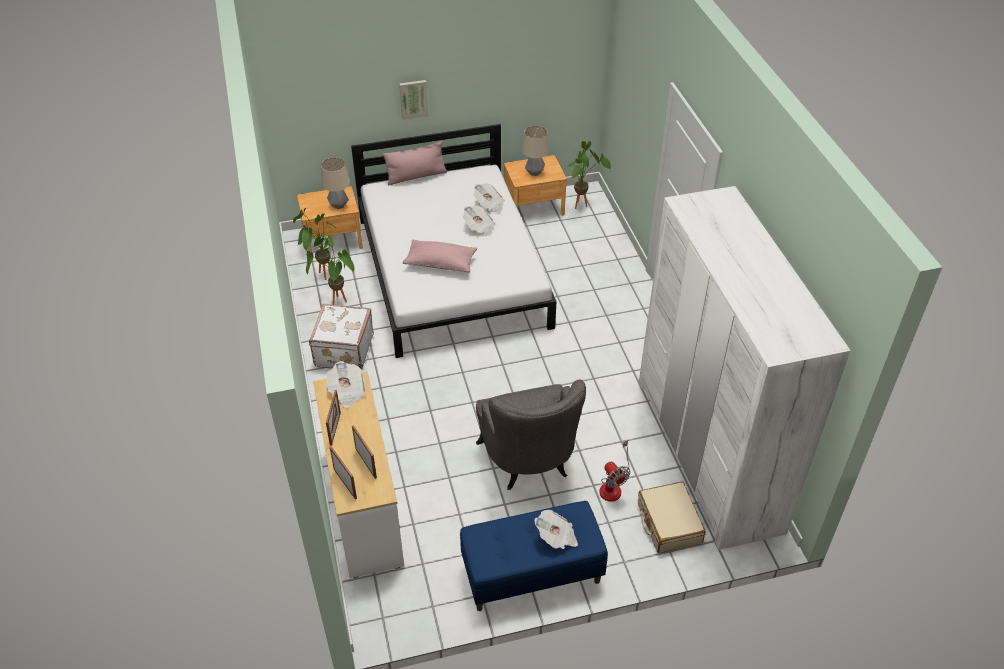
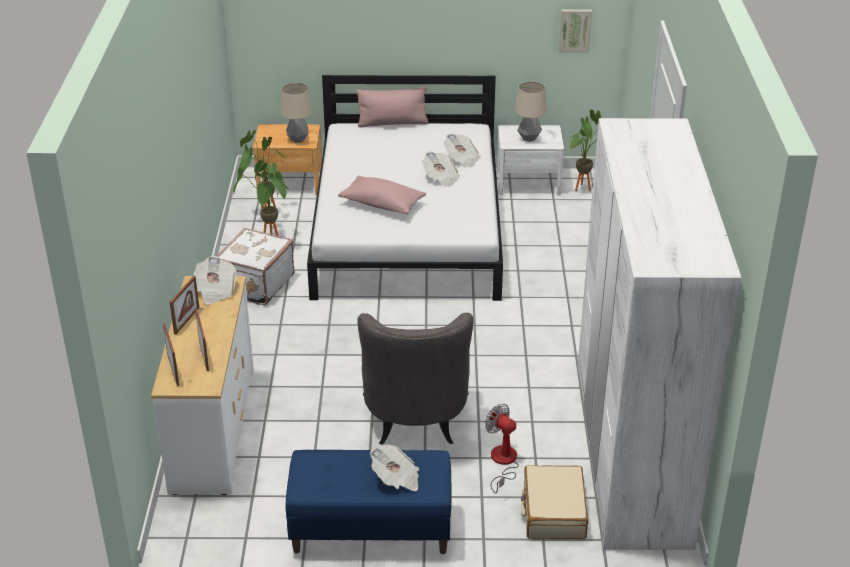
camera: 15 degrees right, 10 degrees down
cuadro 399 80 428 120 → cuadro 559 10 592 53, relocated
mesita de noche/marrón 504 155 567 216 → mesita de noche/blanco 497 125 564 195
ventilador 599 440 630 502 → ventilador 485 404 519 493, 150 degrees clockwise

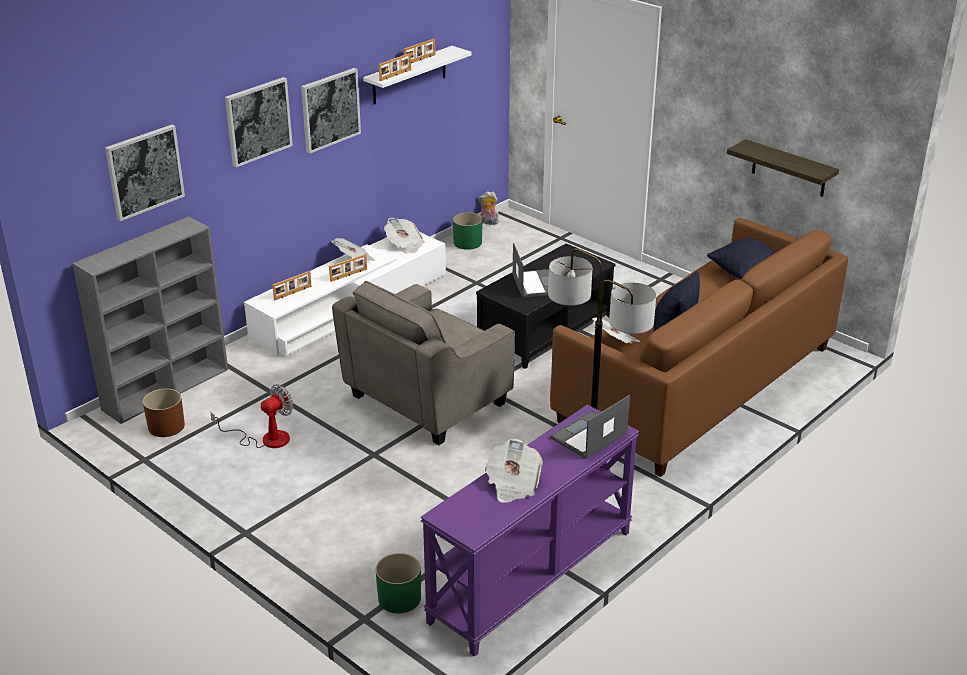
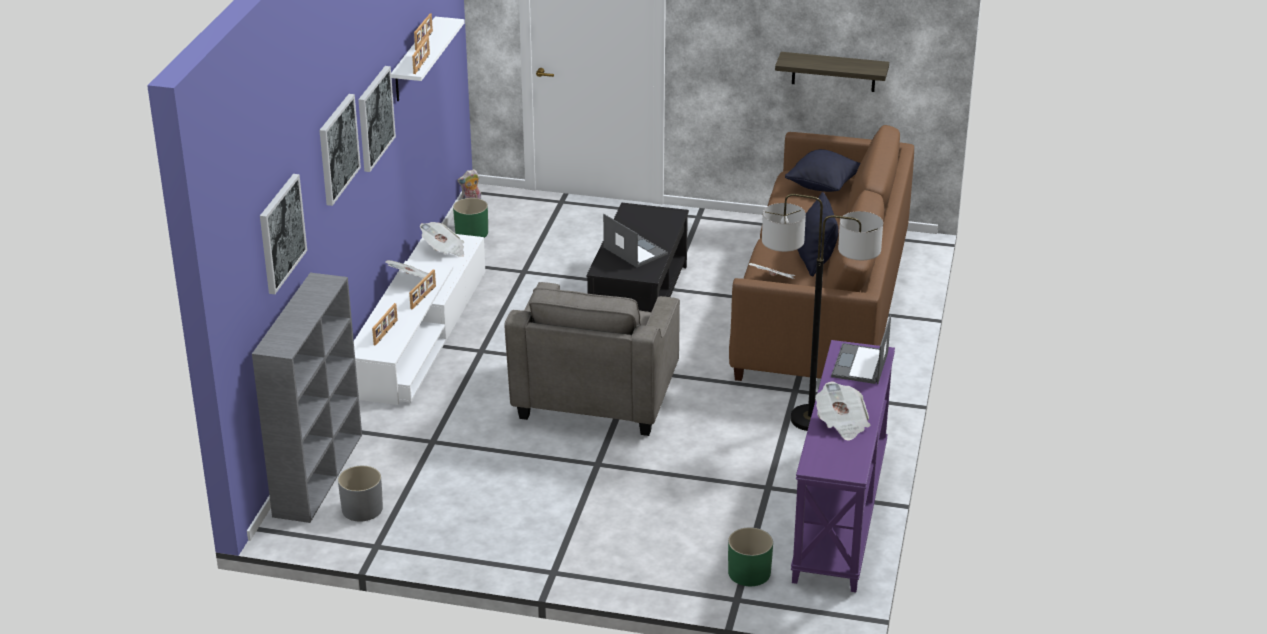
camera: 30 degrees left, 0 degrees up
ventilador 210 384 294 448 → -
maceta/marrón 143 388 185 437 → maceta/gris 338 466 383 522

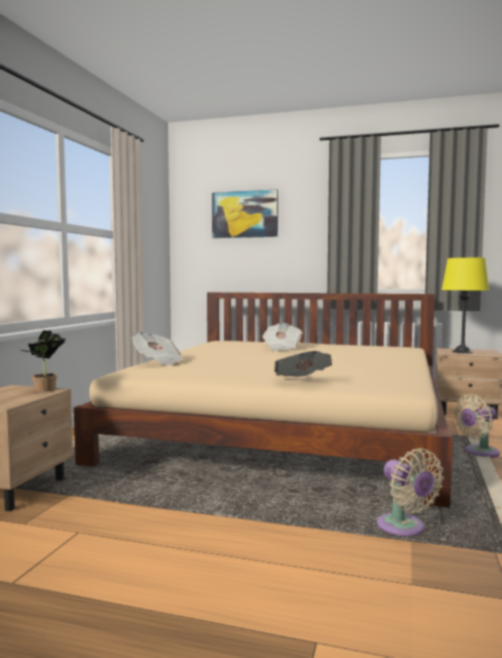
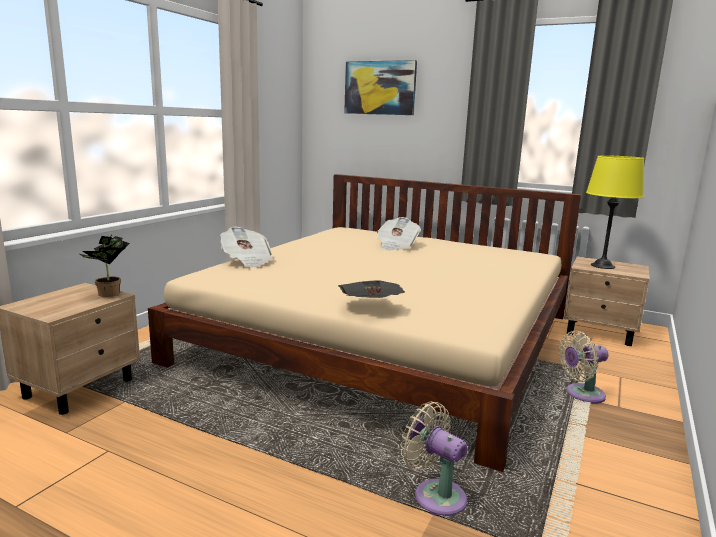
camera: 10 degrees right, 10 degrees up
ventilador/beis 377 448 444 536 → ventilador/beis 400 402 467 516, 150 degrees clockwise

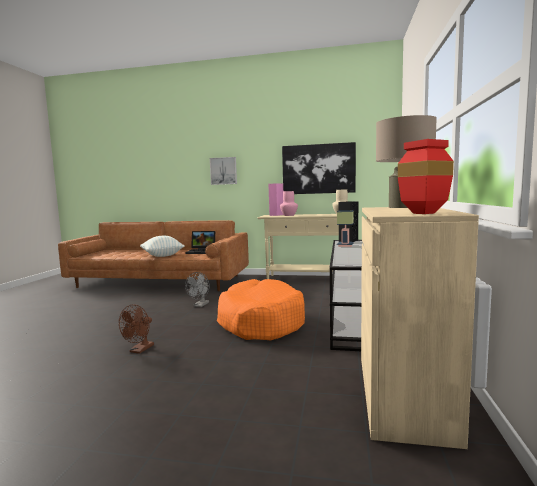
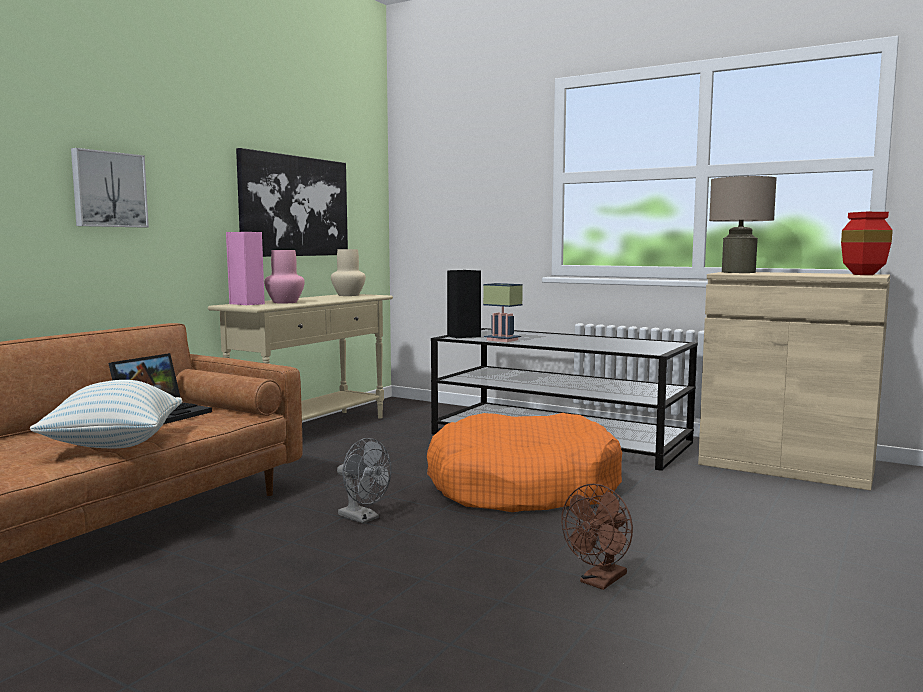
camera: 70 degrees left, 0 degrees up
ventilador/marrón 119 304 154 354 → ventilador/marrón 561 484 633 590, 90 degrees clockwise

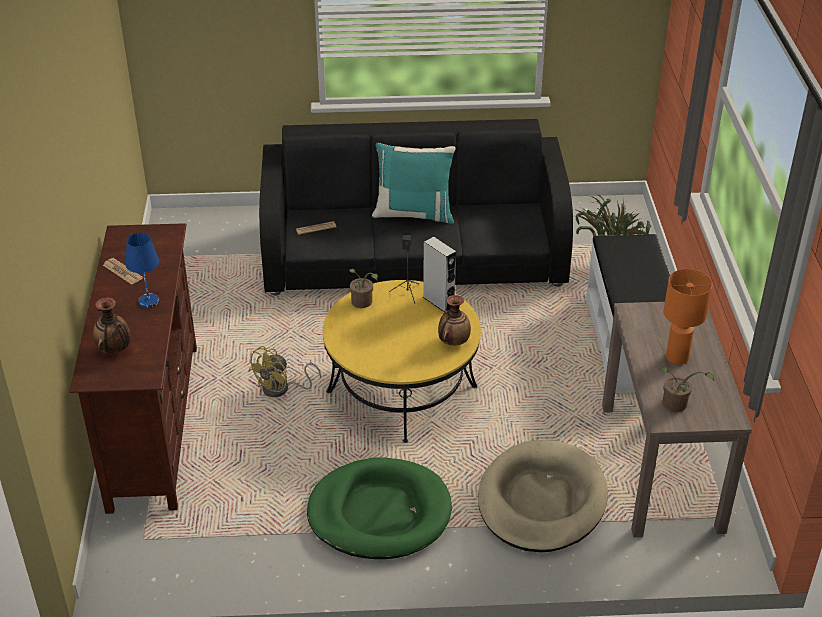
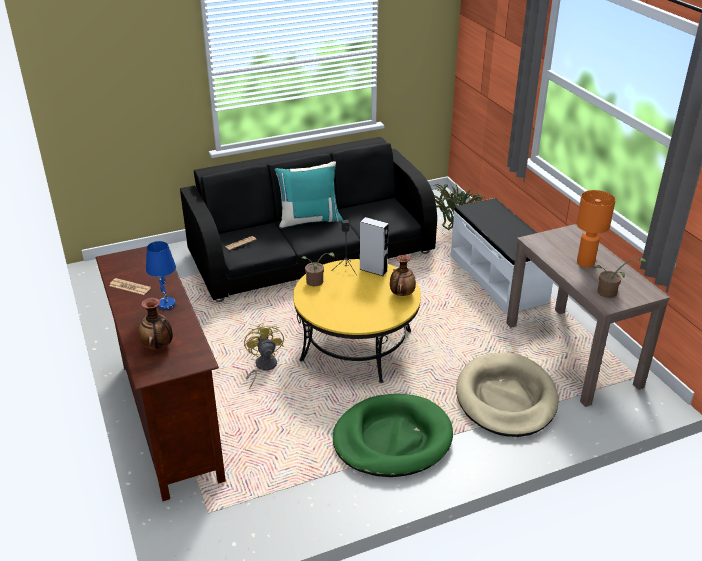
camera: 20 degrees left, 5 degrees down
ventilador/amarillo 248 346 321 397 → ventilador/amarillo 244 323 284 389, 150 degrees clockwise

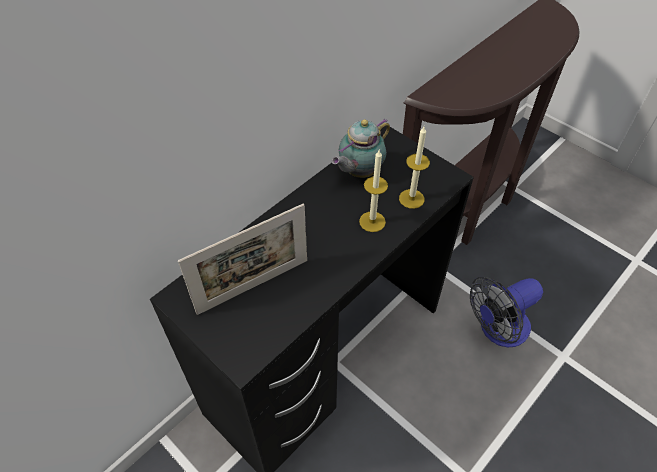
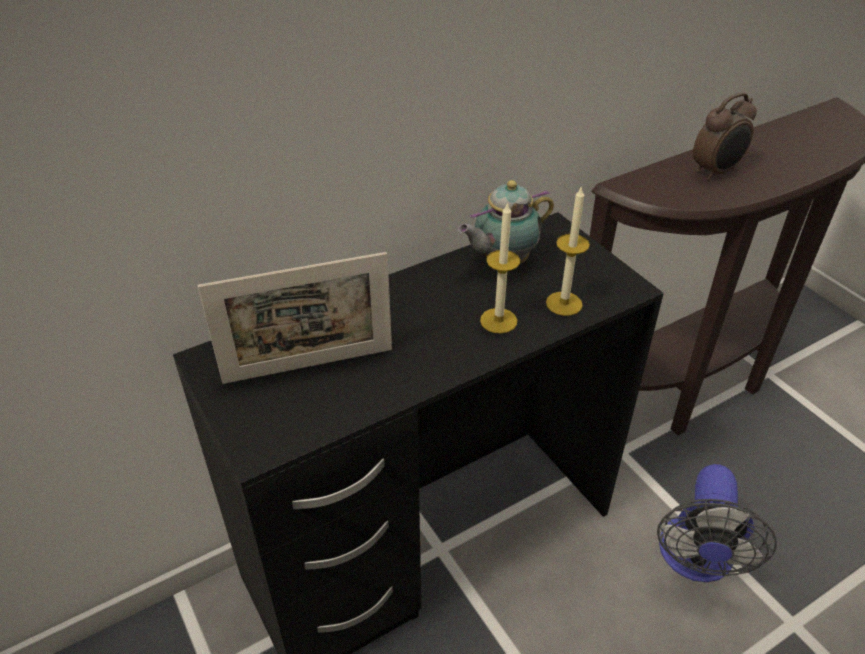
camera: 15 degrees right, 10 degrees down
- → despertador 693 92 757 180
ventilador 470 277 543 347 → ventilador 657 464 777 582, 60 degrees counterclockwise

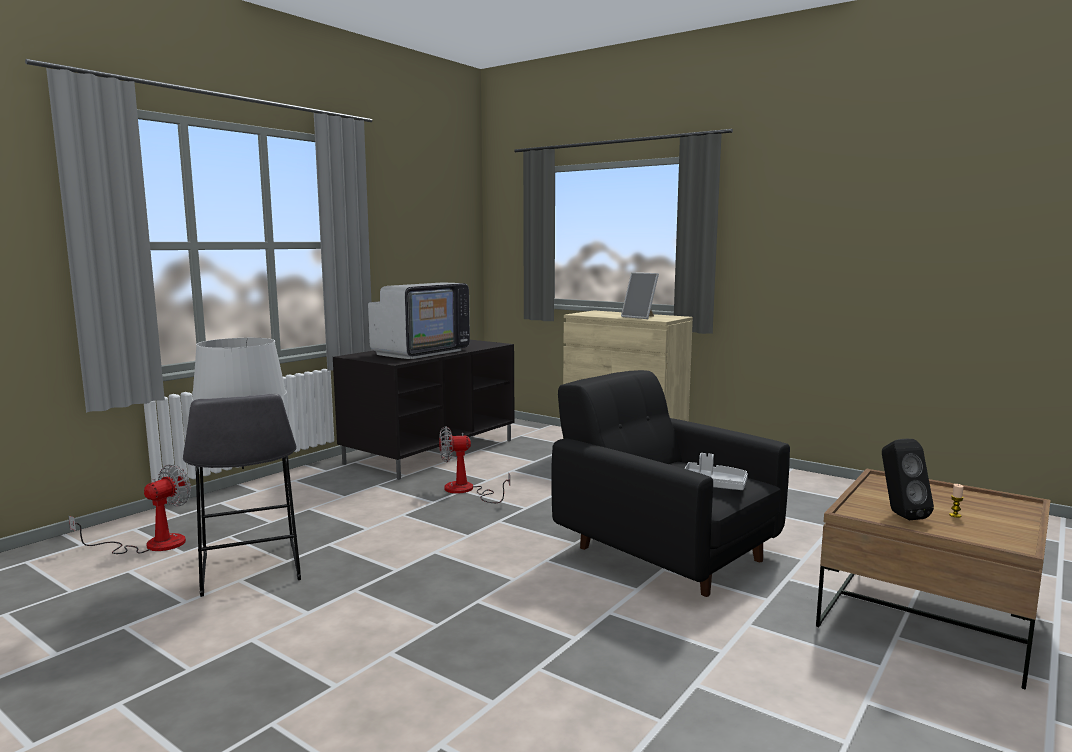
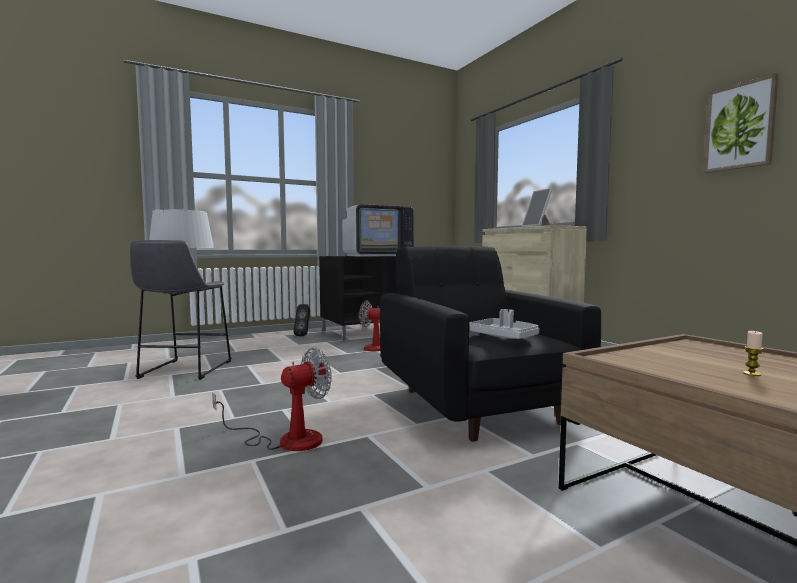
camera: 25 degrees right, 5 degrees down
- → cuadro 703 73 779 173
ventilador 68 464 191 554 → ventilador 212 348 332 451, relocated
altavoz/negro 882 439 934 520 → altavoz/negro 293 304 310 336, relocated

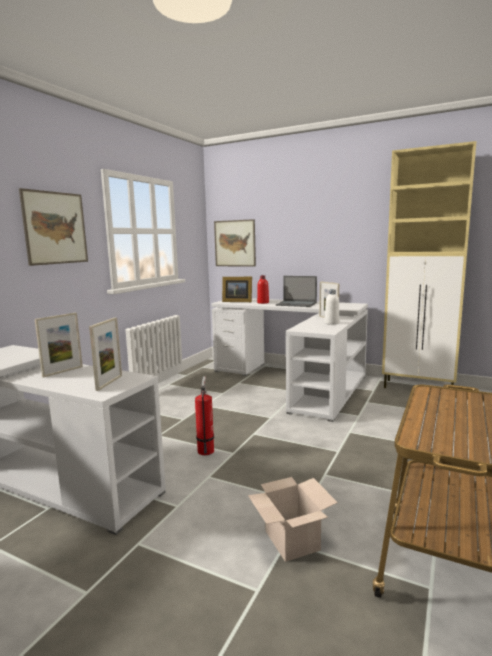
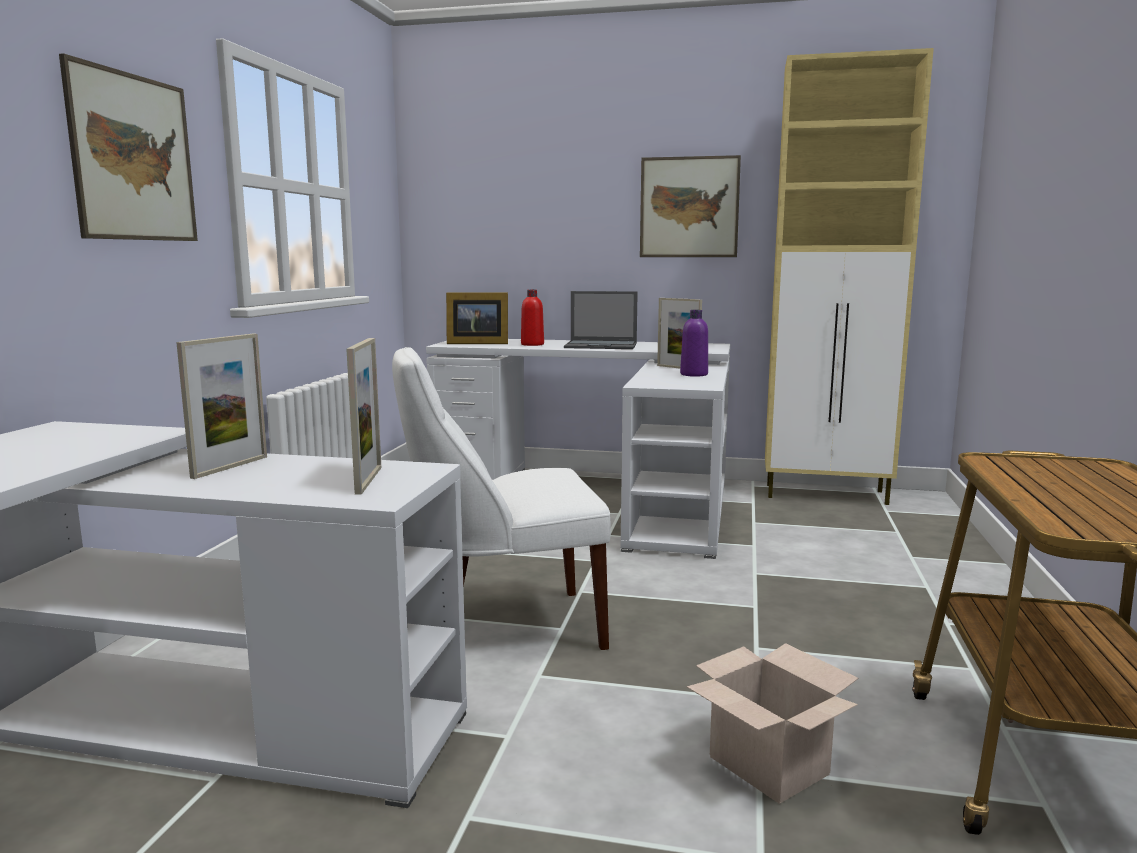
camera: 15 degrees left, 0 degrees up
cuadro 214 219 256 267 → cuadro 640 155 741 257, relocated
extintor 195 376 214 455 → silla/blanco 392 347 611 650
botella/blanco 325 289 339 325 → botella/morado 680 310 708 377

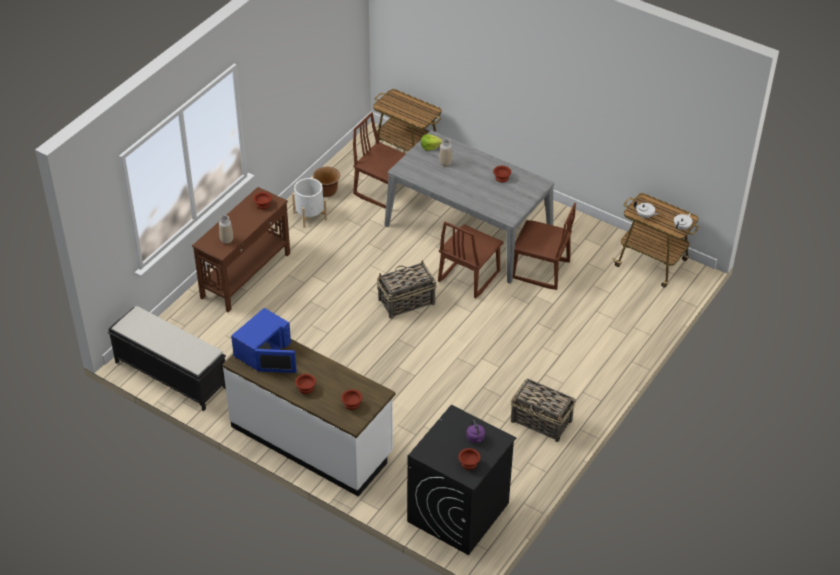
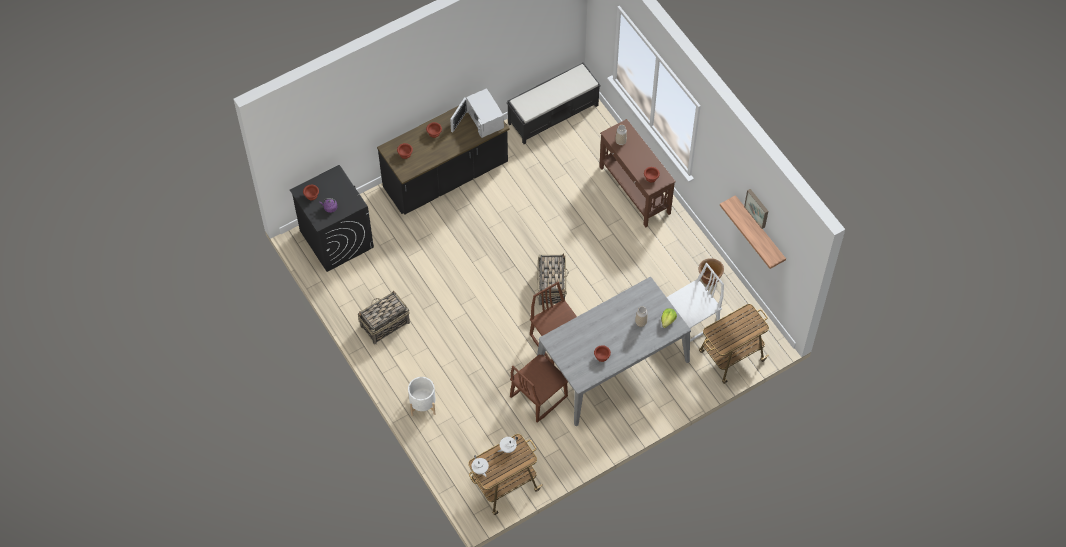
camera: 115 degrees right, 15 degrees up
- → estante 720 195 786 269
- → cuadro 744 189 768 229
maceta/blanco 292 178 327 228 → maceta/blanco 408 377 436 416, relocated
mueble bajo de cocina/blanco 222 339 396 497 → mueble bajo de cocina/negro 377 106 509 215
microondas/azul 231 308 297 373 → microondas/blanco 450 88 504 138
silla/marrón 353 112 406 209 → silla/blanco 667 263 724 342

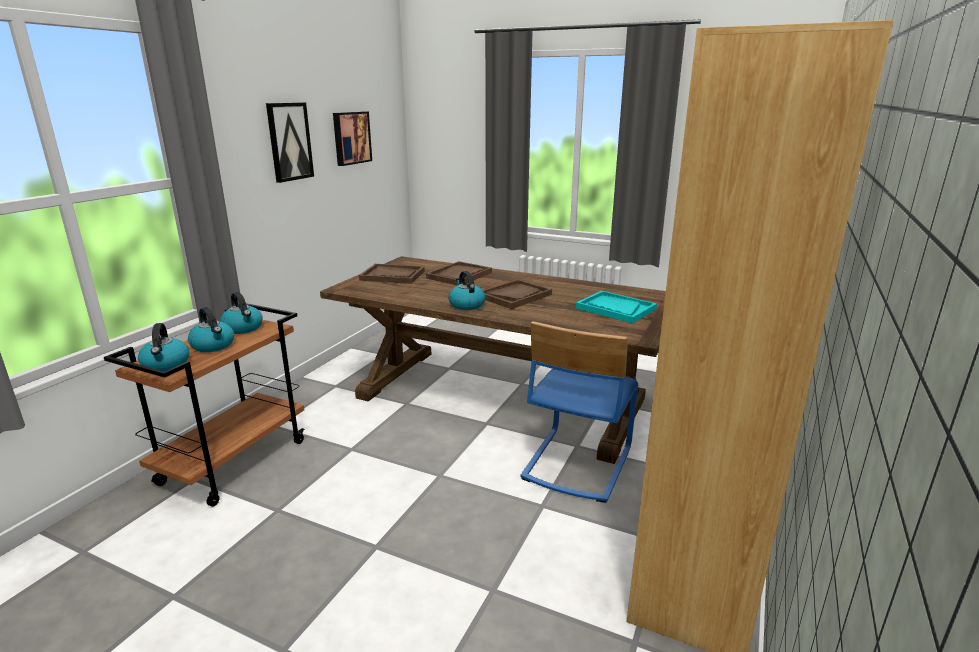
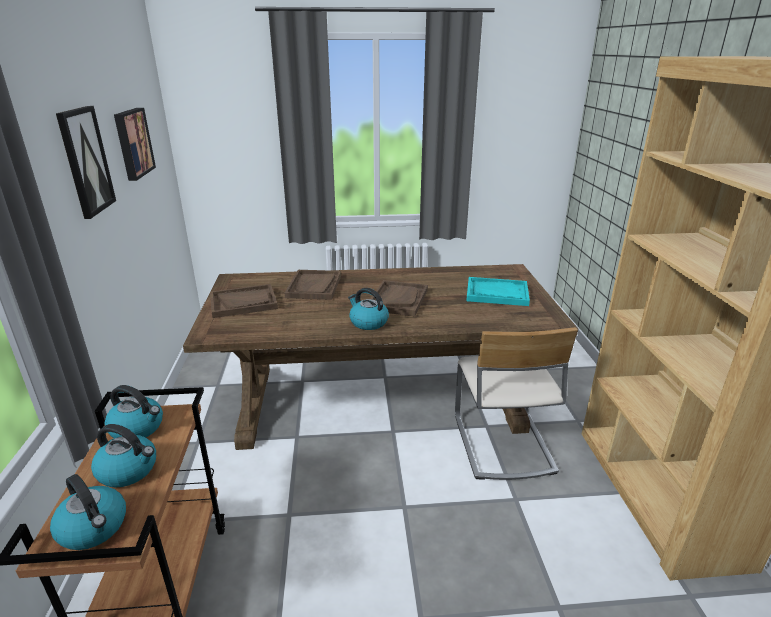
camera: 30 degrees left, 5 degrees up
silla/azul 520 321 638 503 → silla/beis 455 327 578 480

